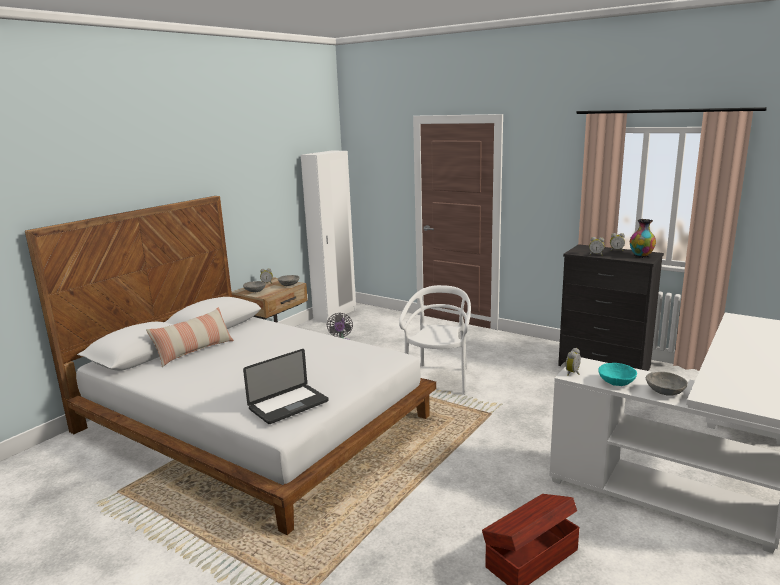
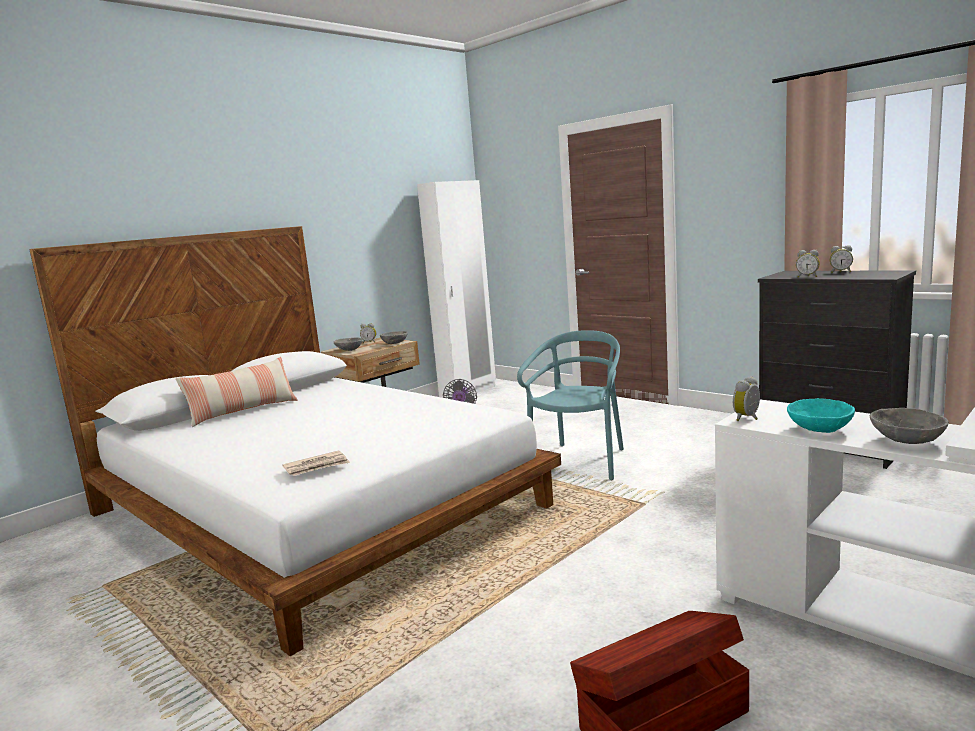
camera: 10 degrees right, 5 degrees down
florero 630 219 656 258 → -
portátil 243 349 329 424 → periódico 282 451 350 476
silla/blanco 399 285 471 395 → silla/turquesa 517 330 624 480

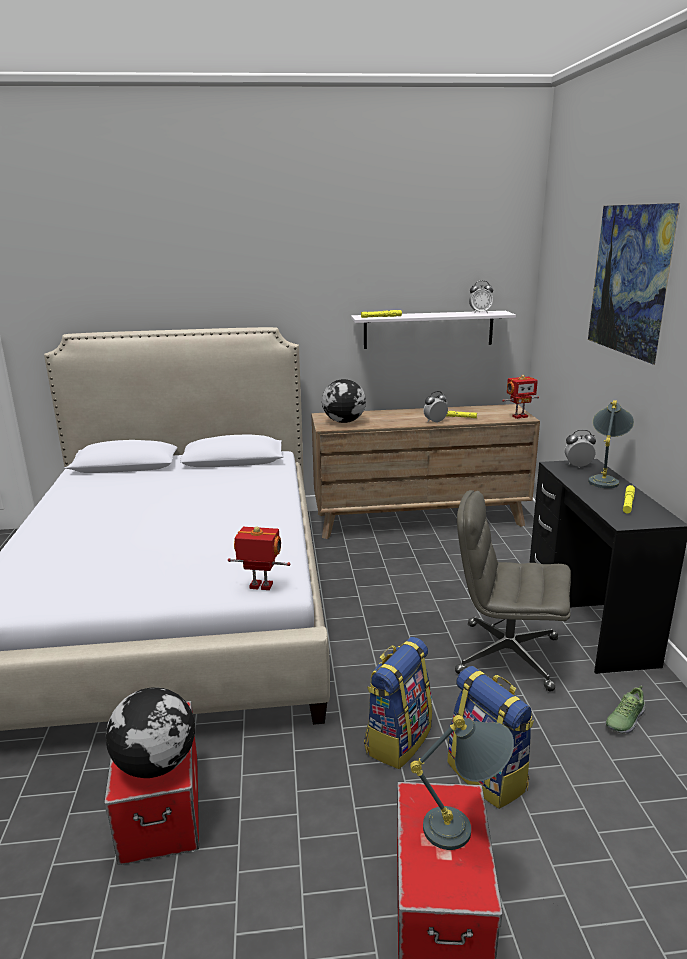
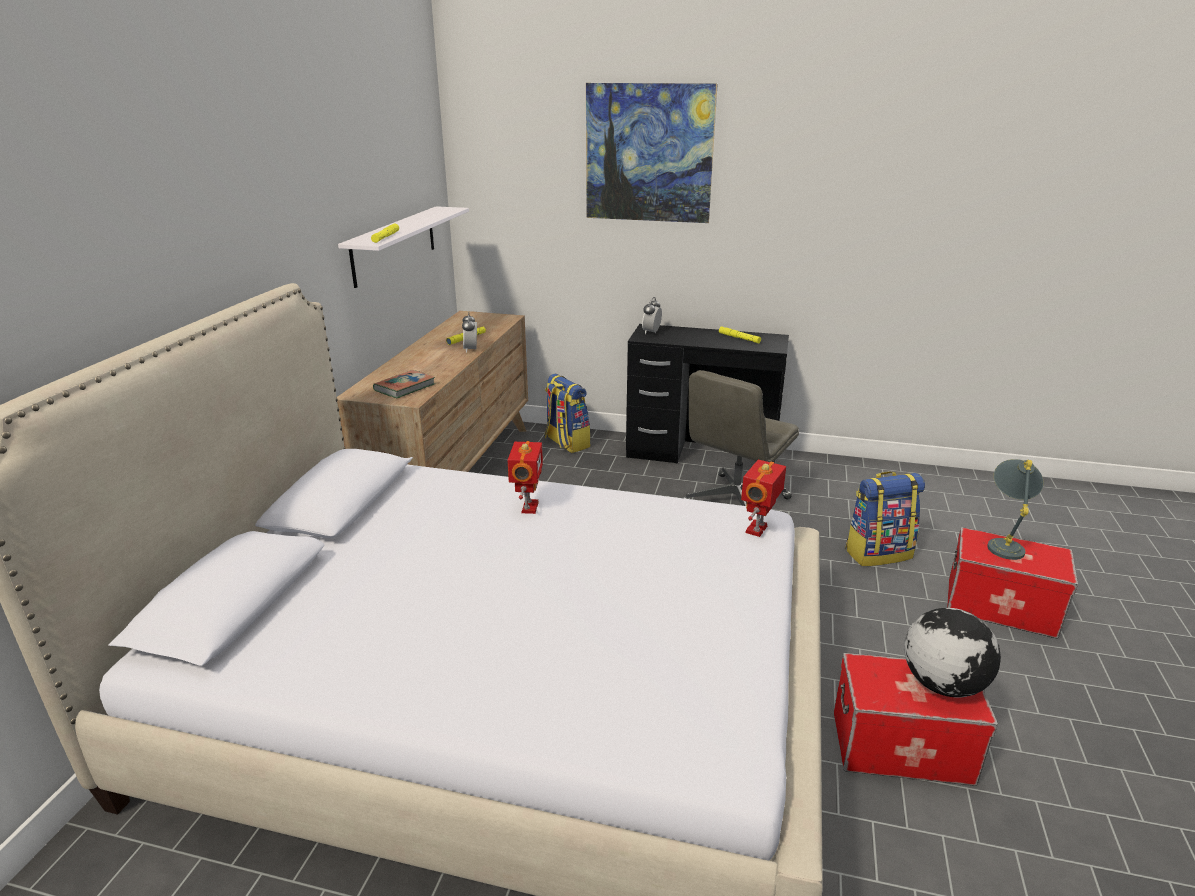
camera: 70 degrees left, 5 degrees up
despertador 469 281 493 313 → -
lámpara de mesa/gris 588 400 634 488 → -
zapato 605 686 646 734 → -
mochila 364 637 432 769 → mochila 544 373 590 453, relocated
robot de juguete 502 375 539 419 → robot de juguete 507 441 543 514, relocated
globo terráqueo 322 379 366 423 → libro 373 370 435 398

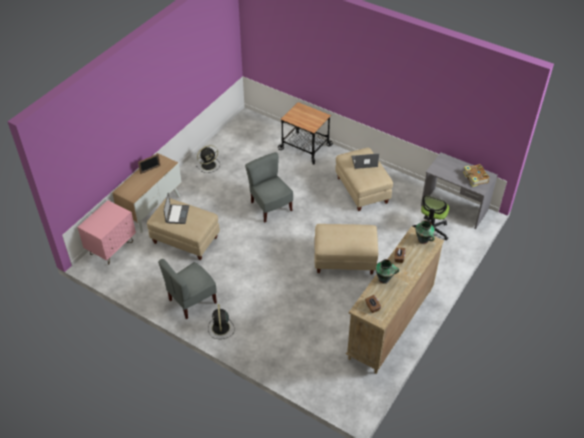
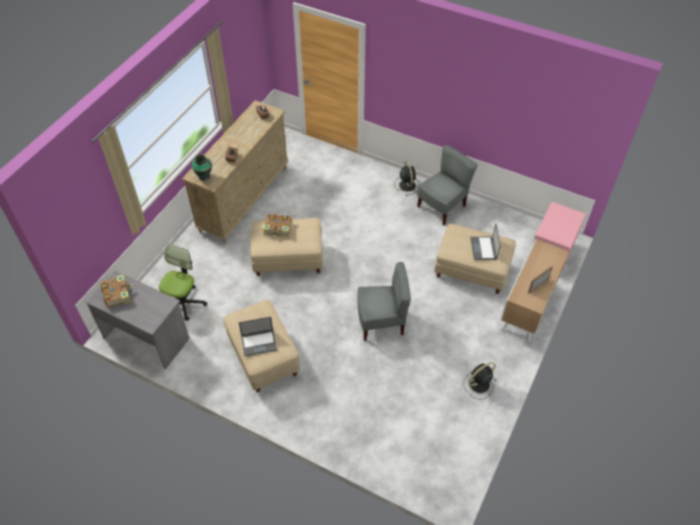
camera: 175 degrees right, 5 degrees up
carrito 278 102 333 164 → -
florero 375 259 399 284 → -
- → libro 262 214 291 237
silla/gris 245 152 293 222 → silla/gris 357 262 411 341, 60 degrees counterclockwise

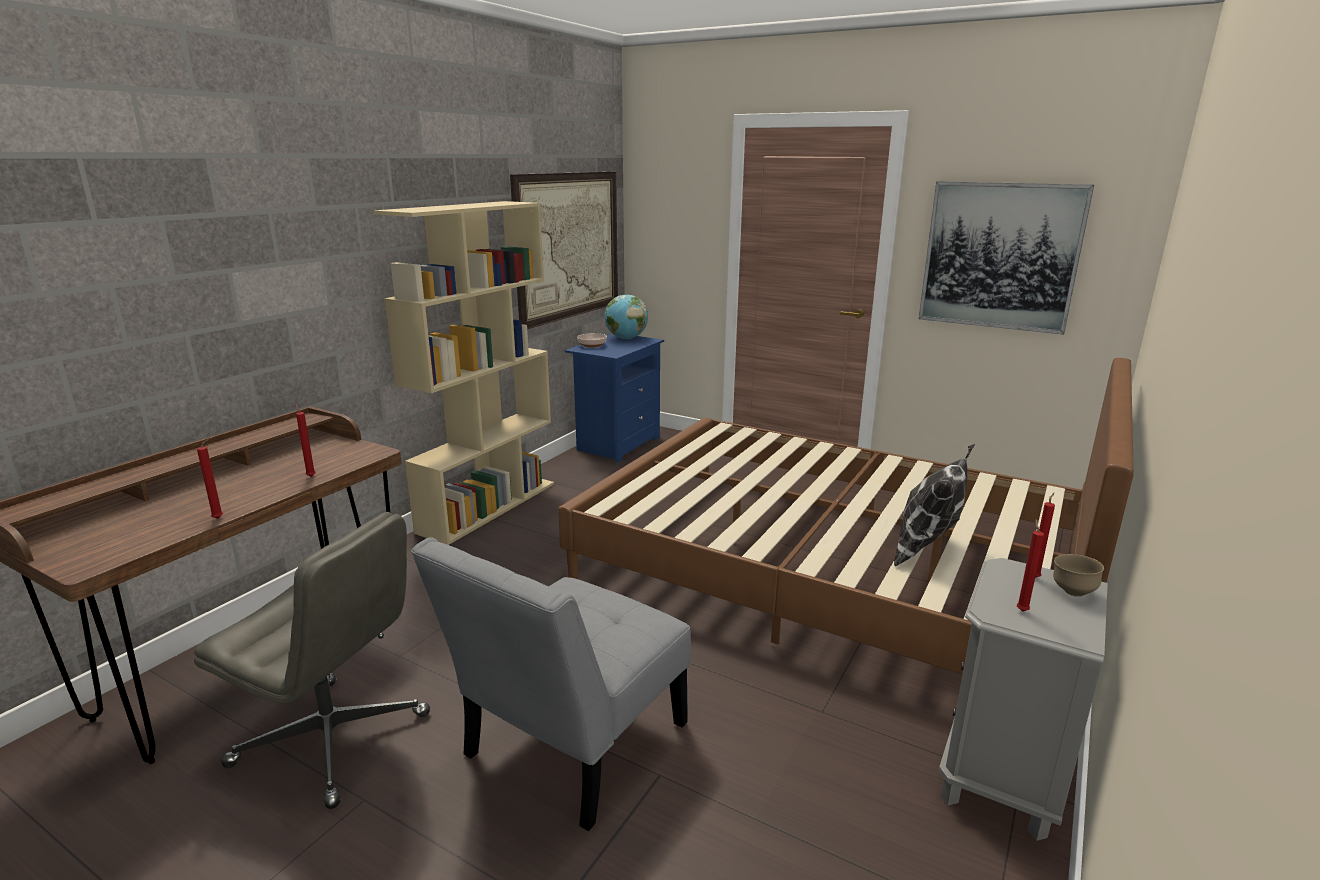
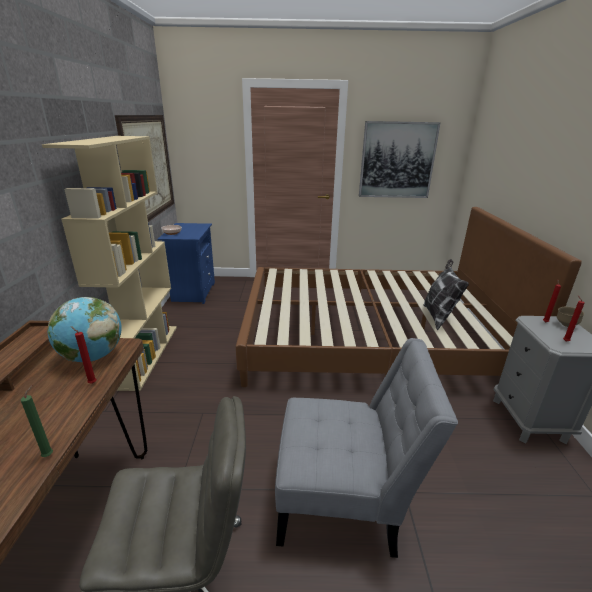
camera: 30 degrees left, 5 degrees up
globo terráqueo 605 295 648 339 → globo terráqueo 47 297 122 362, relocated
vela/rojo 197 438 223 519 → vela/verde 21 385 53 457
silla/gris 411 537 691 831 → silla/gris 275 338 458 558, 90 degrees counterclockwise

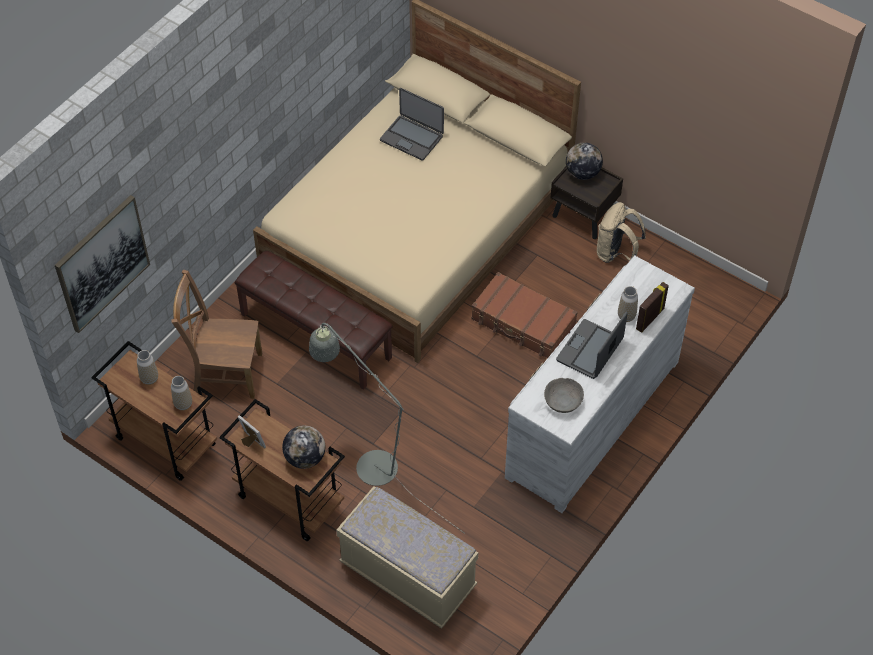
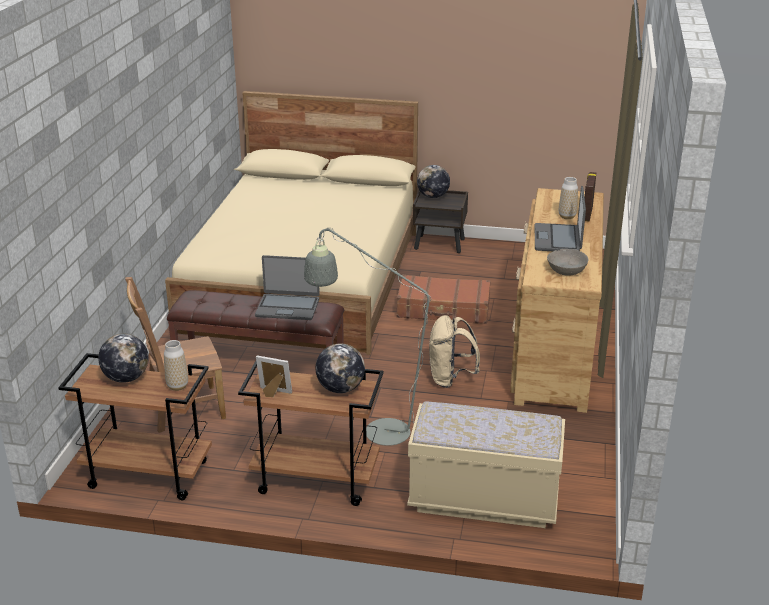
camera: 25 degrees left, 25 degrees down
cuadro 55 195 150 333 → -
portátil 380 88 444 161 → portátil 255 255 320 320, relocated
mochila/beis 597 202 646 263 → mochila/beis 429 315 480 388, relocated
florero 137 350 158 385 → globo terráqueo 98 334 149 383
cómoda/blanco 505 255 695 513 → cómoda/marrón 510 188 604 413

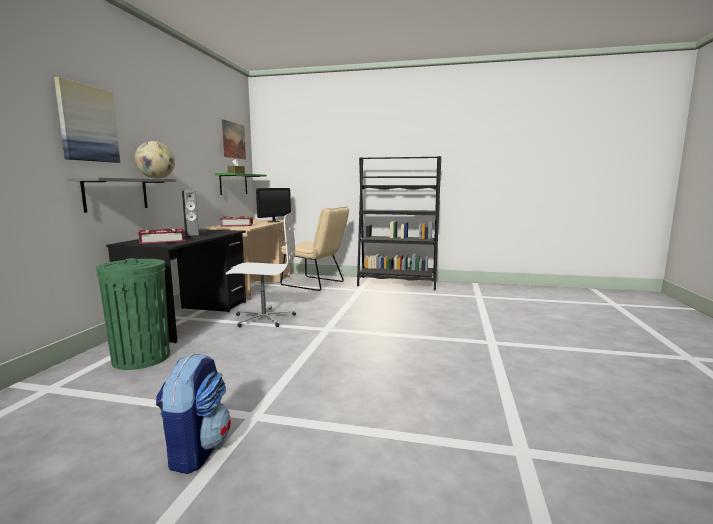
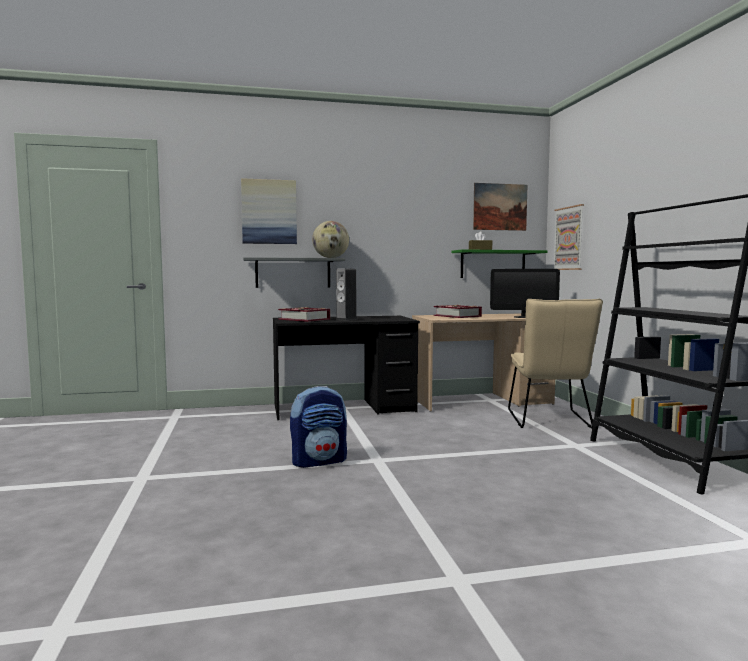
camera: 65 degrees right, 5 degrees down
papelera/verde 96 258 170 370 → -
silla de oficina/blanco 225 212 296 327 → -
- → cuadro 554 204 584 270
mochila 155 353 231 474 → mochila 290 386 347 468, relocated

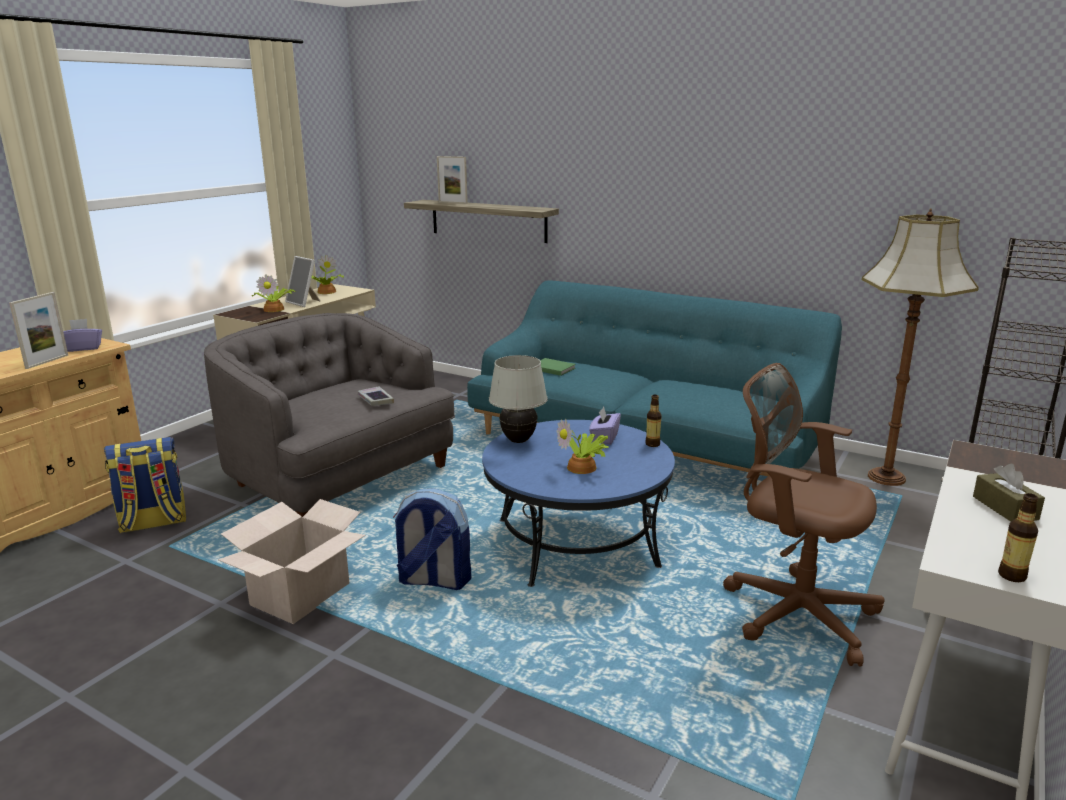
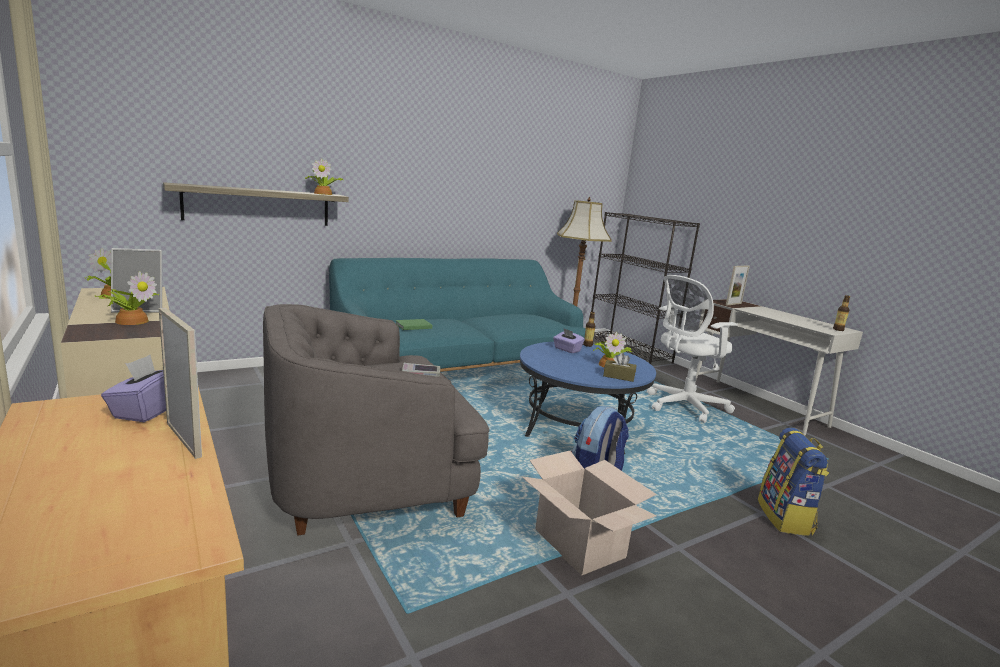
camera: 65 degrees left, 5 degrees down
lámpara de mesa/blanco 489 355 548 443 → -
- → planta en maceta 305 158 344 195
mochila 104 437 186 533 → mochila 758 427 829 536, relocated
portarretratos 437 156 468 204 → portarretratos 726 265 750 306, relocated
caja de pañuelos/marrón 973 464 1045 521 → caja de pañuelos/marrón 603 353 636 382, relocated
silla de oficina/marrón 723 363 884 667 → silla de oficina/blanco 647 275 738 423

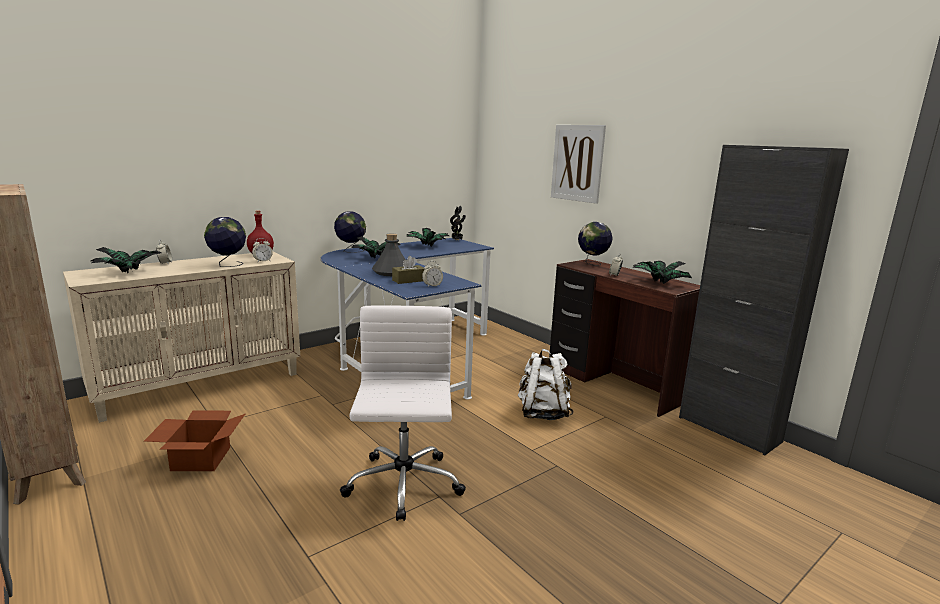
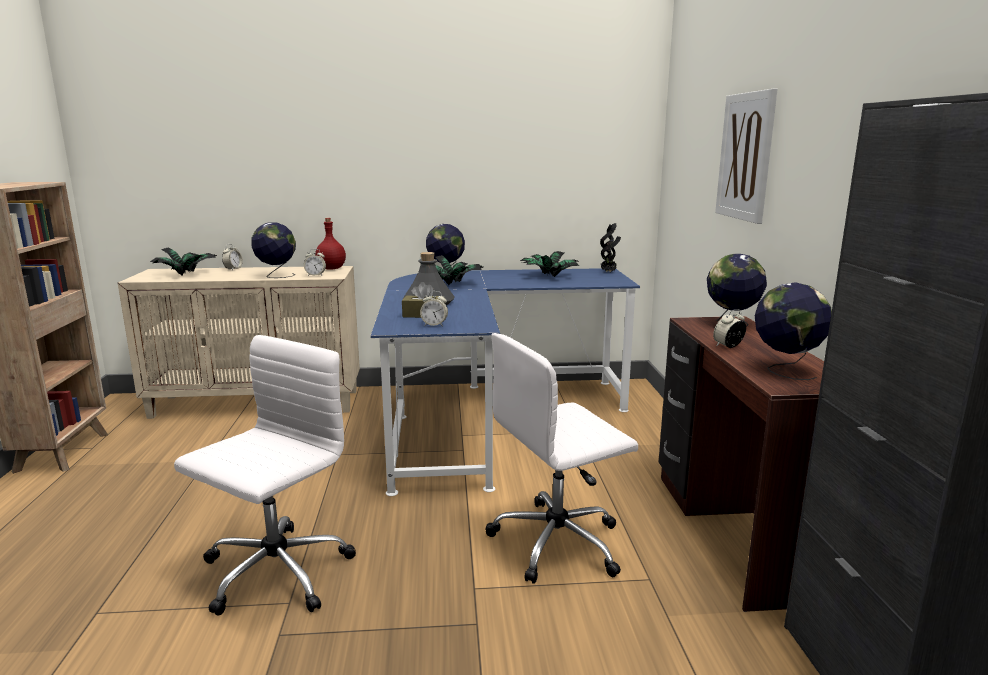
camera: 35 degrees right, 0 degrees up
caja de cartón 144 410 246 471 → -
mochila/blanco 518 349 574 420 → silla de oficina/blanco 485 333 638 584
planta en maceta 633 261 692 284 → globo terráqueo 755 282 832 380

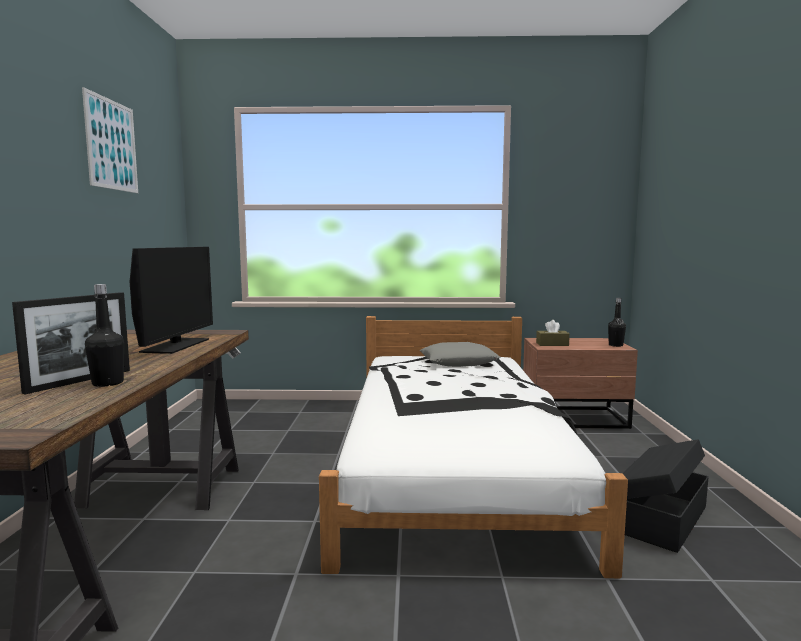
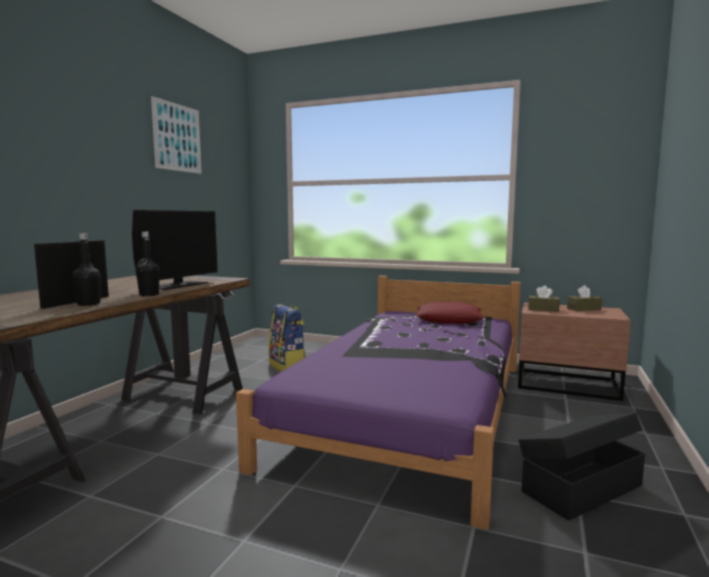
camera: 20 degrees right, 0 degrees up
- → mochila 268 304 306 372
- → caja de pañuelos/marrón 567 285 602 311
botella/negro 608 298 626 347 → botella/negro 136 231 160 296, relocated
cama/blanco 319 316 628 578 → cama/morado 236 276 521 530
cojín/gris 419 342 500 367 → cojín/rojo 416 301 484 324
portarretratos 12 292 130 394 → portarretratos 34 240 109 309, 150 degrees clockwise

